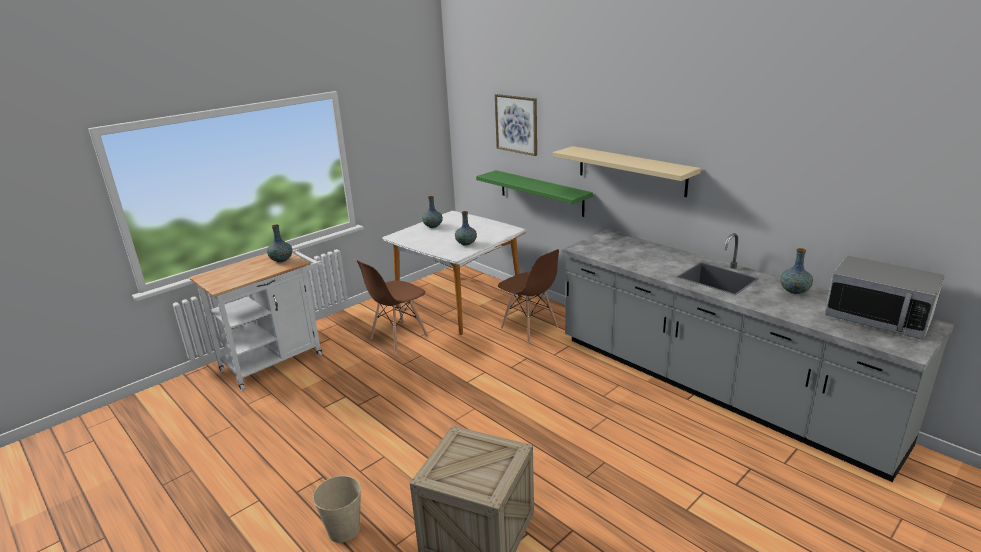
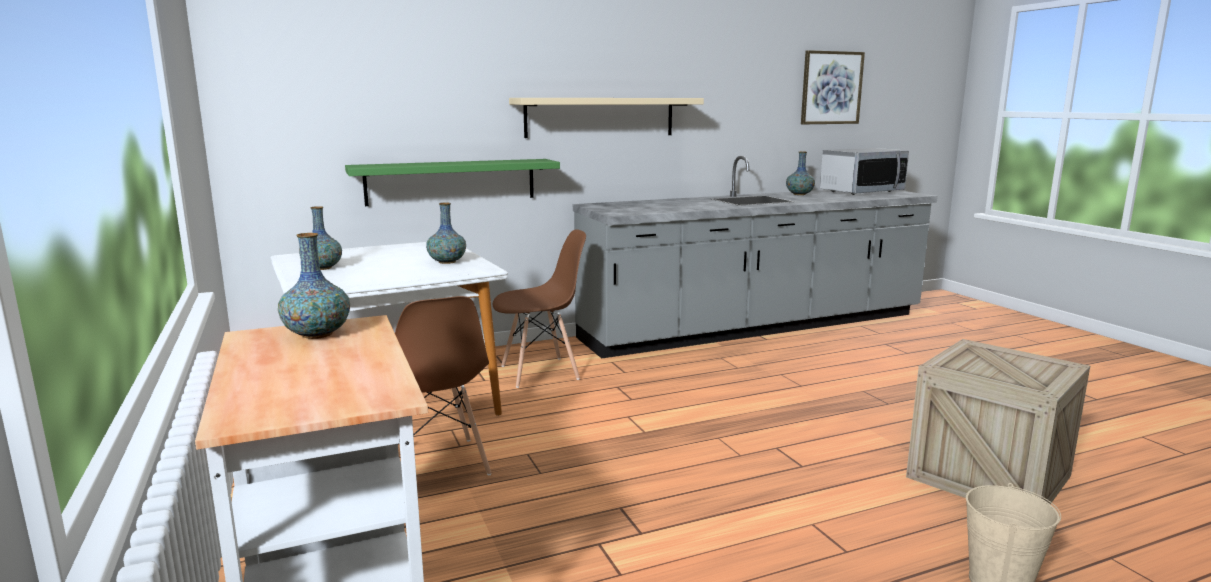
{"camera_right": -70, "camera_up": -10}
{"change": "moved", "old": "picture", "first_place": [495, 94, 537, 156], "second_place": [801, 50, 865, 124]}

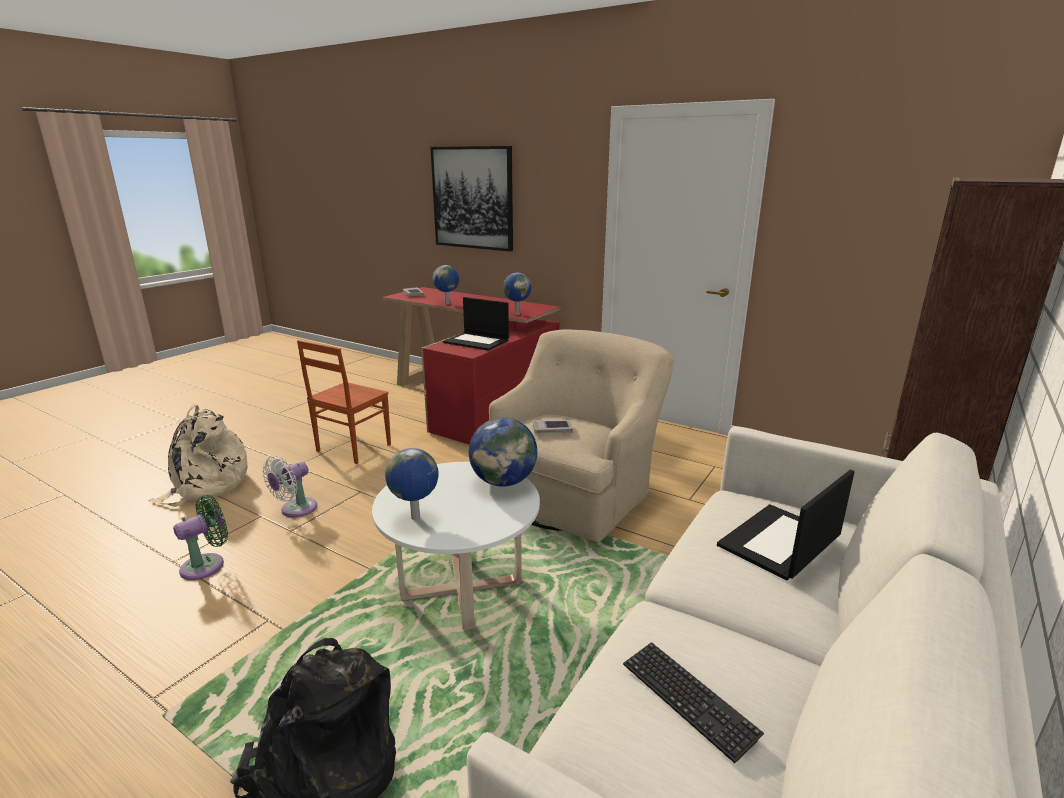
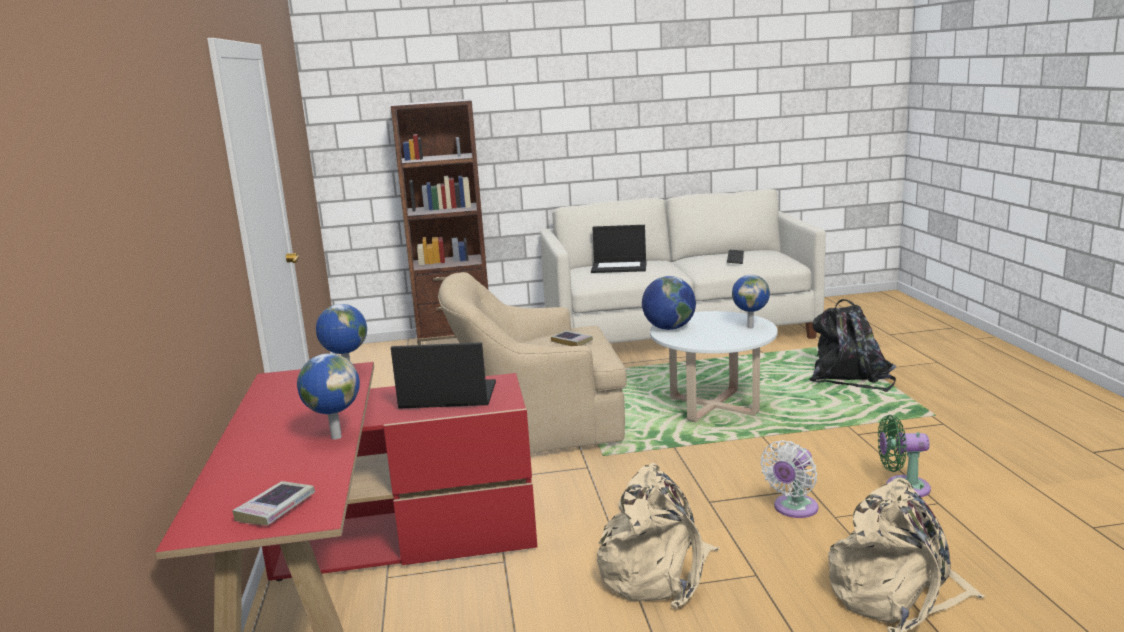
{"camera_right": -130, "camera_up": -5}
{"change": "turned", "old": "white fan", "first_place": [262, 456, 317, 517], "second_place": [760, 440, 818, 518], "degrees": 135}
{"change": "replaced", "old": "brown chair", "new": "beige backpack", "first_place": [297, 340, 391, 464], "second_place": [597, 463, 719, 609]}
{"change": "removed", "old": "picture", "first_place": [430, 146, 513, 252]}
{"change": "turned", "old": "laptop", "first_place": [443, 297, 509, 351], "second_place": [391, 342, 496, 409], "degrees": -75}

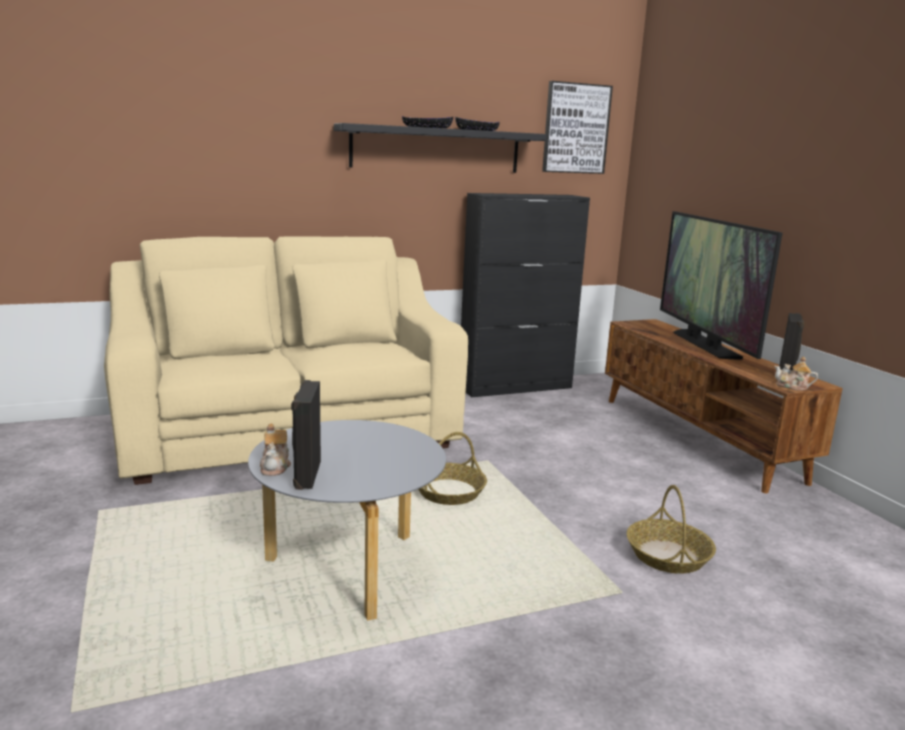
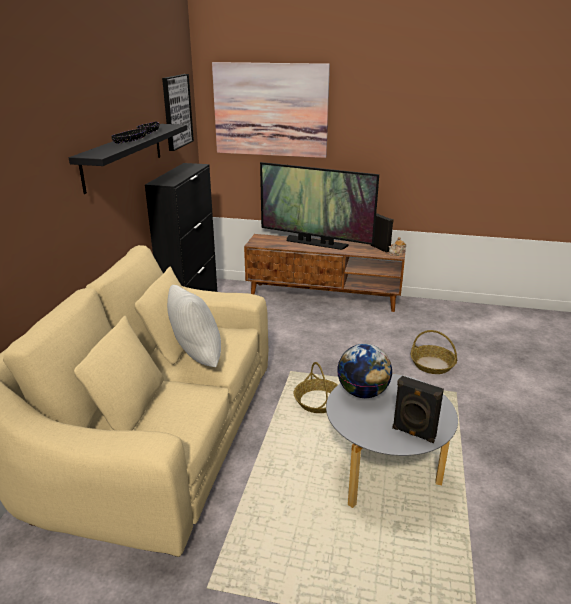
{"camera_right": -55, "camera_up": 10}
{"change": "removed", "old": "teapot", "first_place": [260, 423, 291, 476]}
{"change": "added", "new": "white pillow", "second_place": [167, 285, 221, 367]}
{"change": "added", "new": "picture", "second_place": [212, 62, 330, 158]}
{"change": "added", "new": "globe", "second_place": [337, 344, 392, 398]}

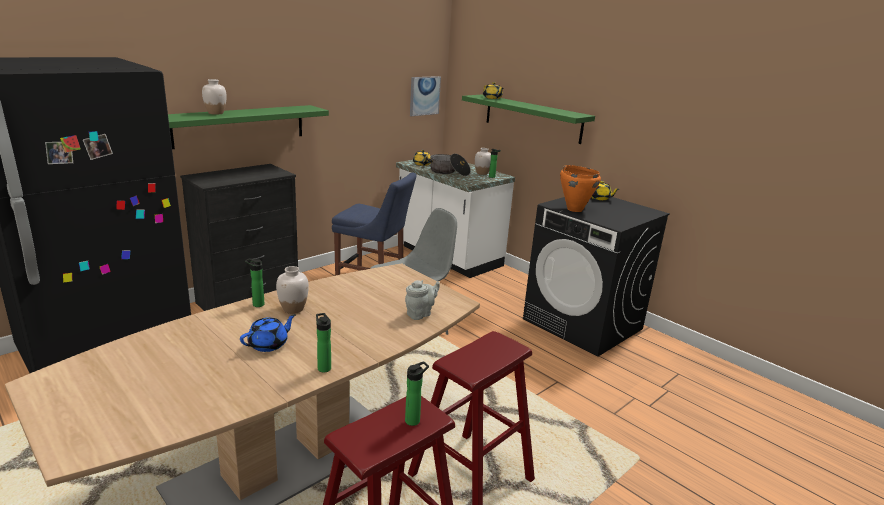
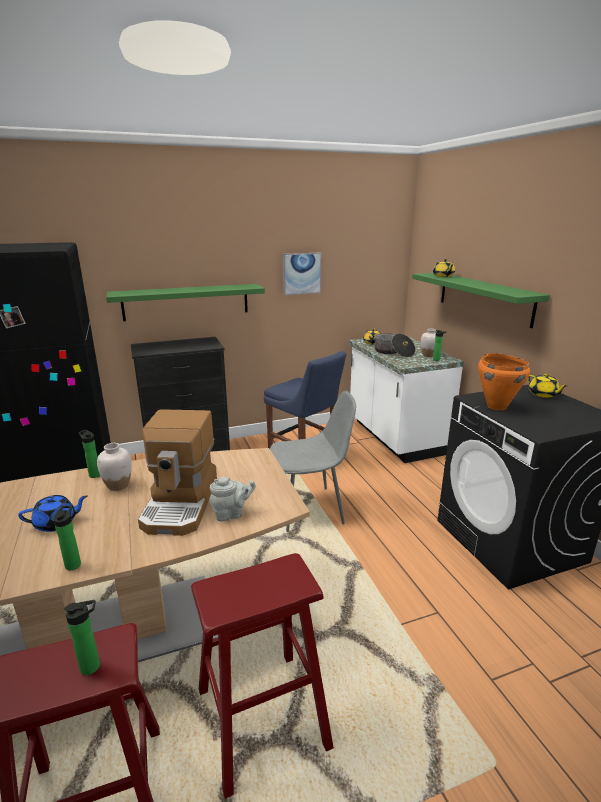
{"camera_right": 25, "camera_up": 0}
{"change": "removed", "old": "white vase", "first_place": [202, 79, 227, 115]}
{"change": "moved", "old": "picture", "first_place": [410, 76, 441, 116], "second_place": [283, 253, 322, 295]}
{"change": "added", "new": "coffee machine", "second_place": [138, 409, 217, 536]}

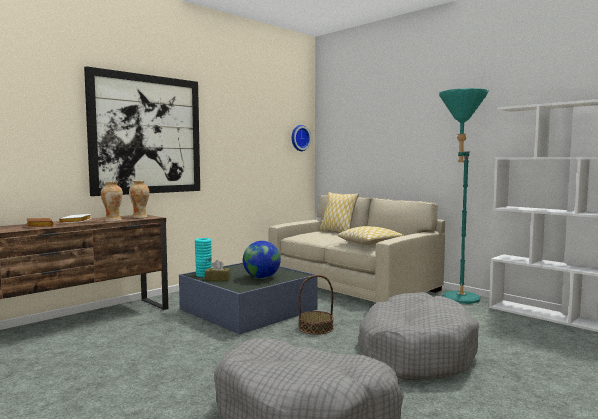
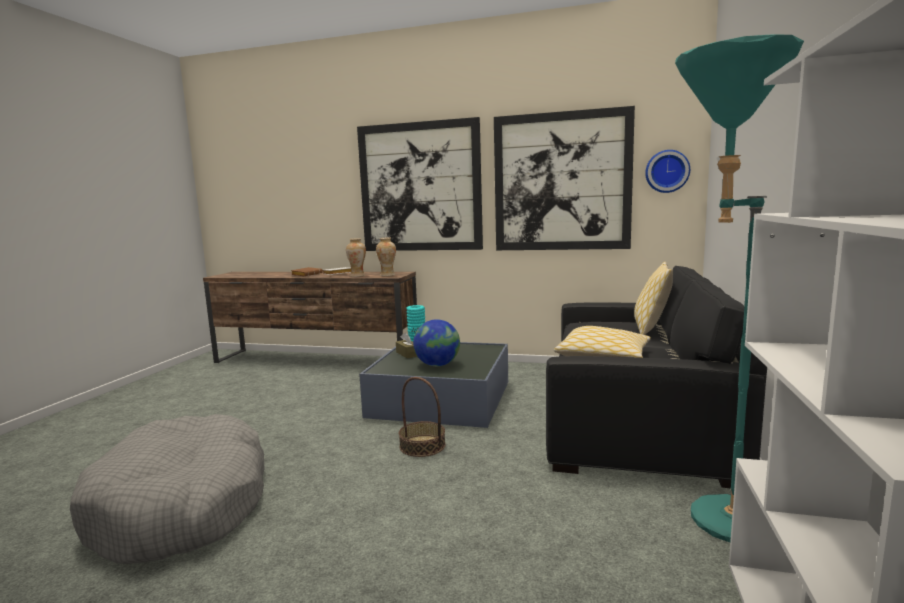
{"camera_right": 60, "camera_up": 5}
{"change": "recoloured", "old": "beige sofa", "new": "black sofa", "first_place": [269, 195, 445, 303], "second_place": [546, 266, 767, 488]}
{"change": "removed", "old": "grey dog bed", "first_place": [358, 293, 479, 380]}
{"change": "added", "new": "picture", "second_place": [494, 106, 635, 250]}

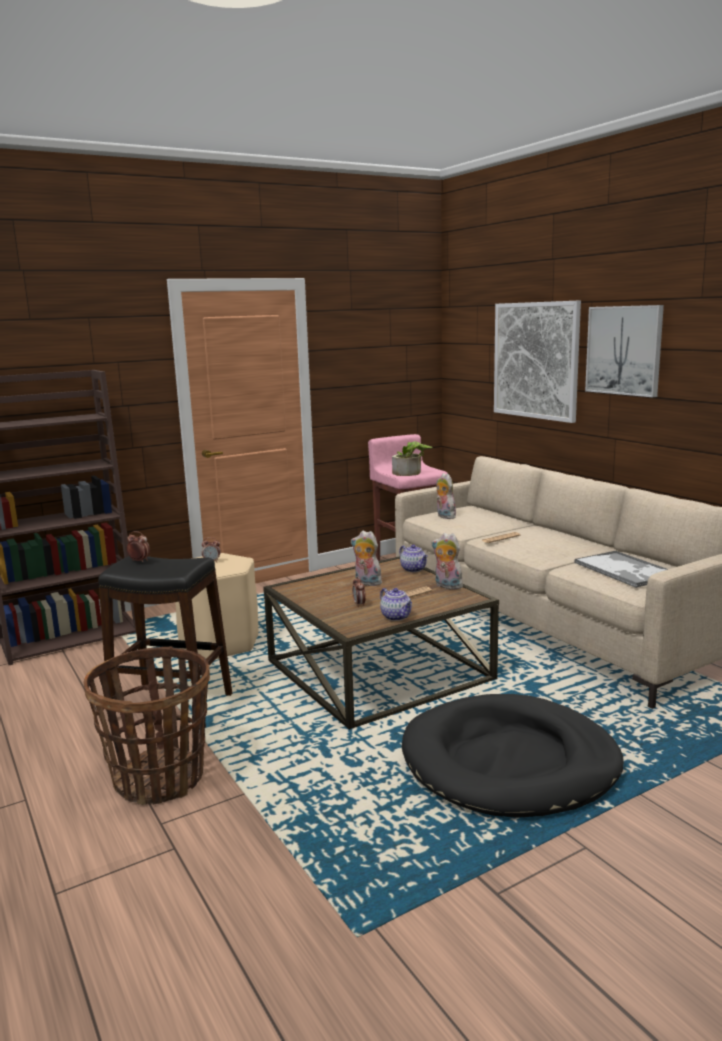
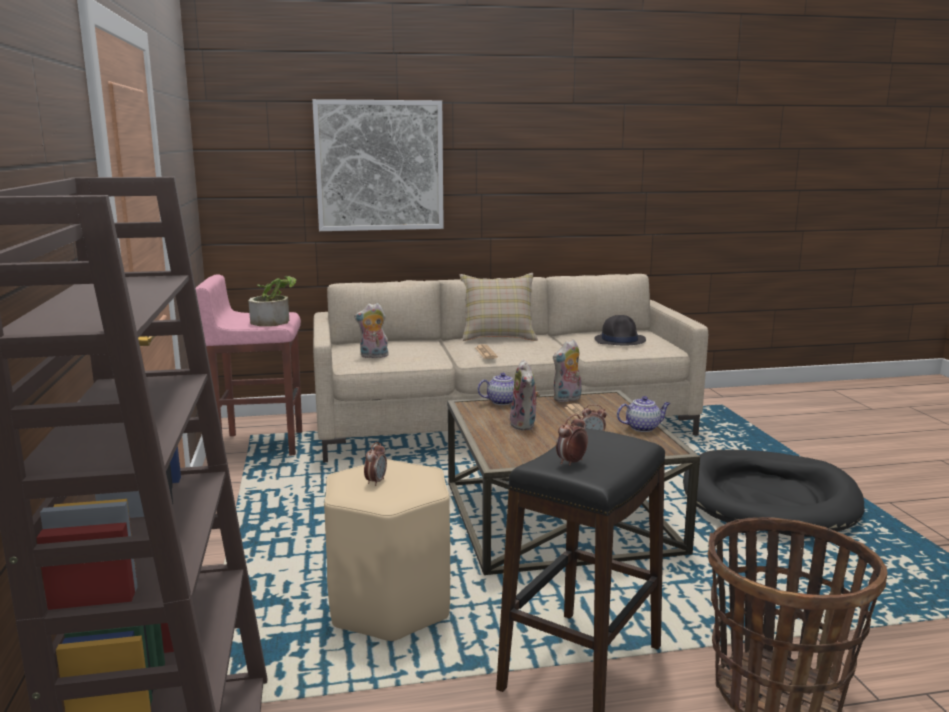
{"camera_right": -70, "camera_up": 0}
{"change": "turned", "old": "plush toy", "first_place": [351, 531, 382, 586], "second_place": [510, 360, 540, 430], "degrees": -60}
{"change": "replaced", "old": "tray", "new": "black hat", "first_place": [574, 550, 668, 588], "second_place": [594, 315, 646, 345]}
{"change": "removed", "old": "picture", "first_place": [585, 305, 664, 397]}
{"change": "added", "new": "beige pillow", "second_place": [460, 273, 538, 341]}

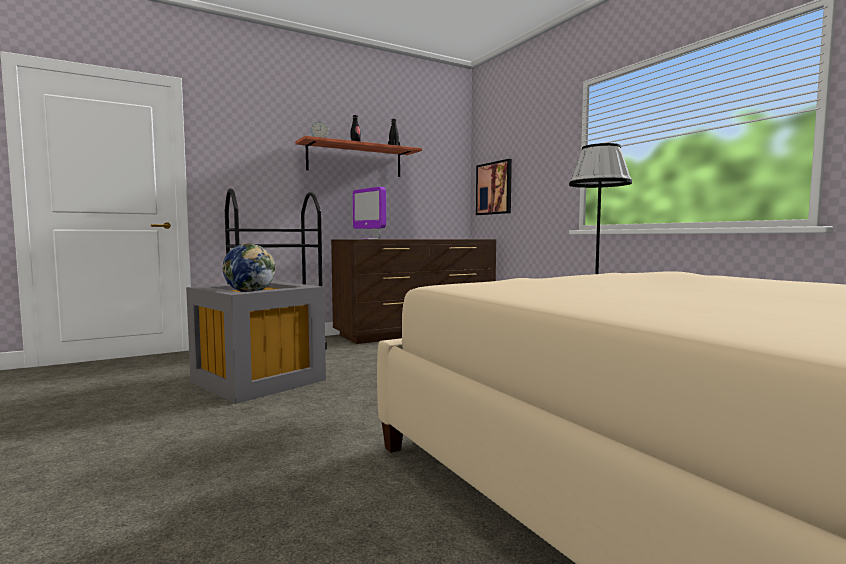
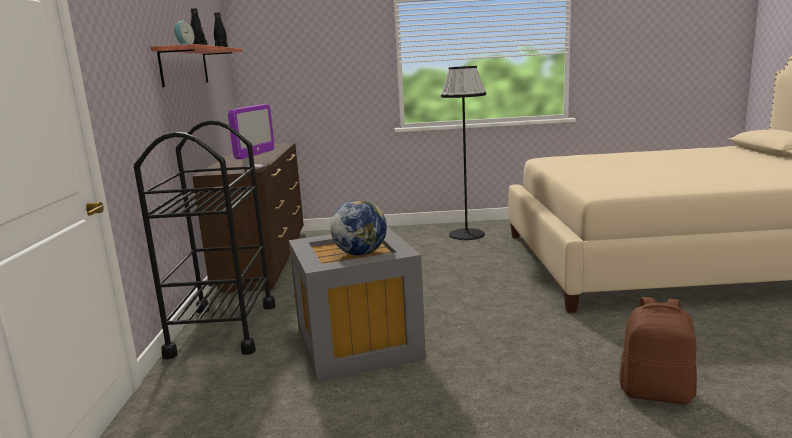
{"camera_right": -60, "camera_up": 10}
{"change": "turned", "old": "monitor", "first_place": [352, 187, 386, 239], "second_place": [228, 104, 274, 169], "degrees": -60}
{"change": "removed", "old": "picture", "first_place": [476, 159, 512, 215]}
{"change": "added", "new": "brown backpack", "second_place": [619, 297, 697, 404]}

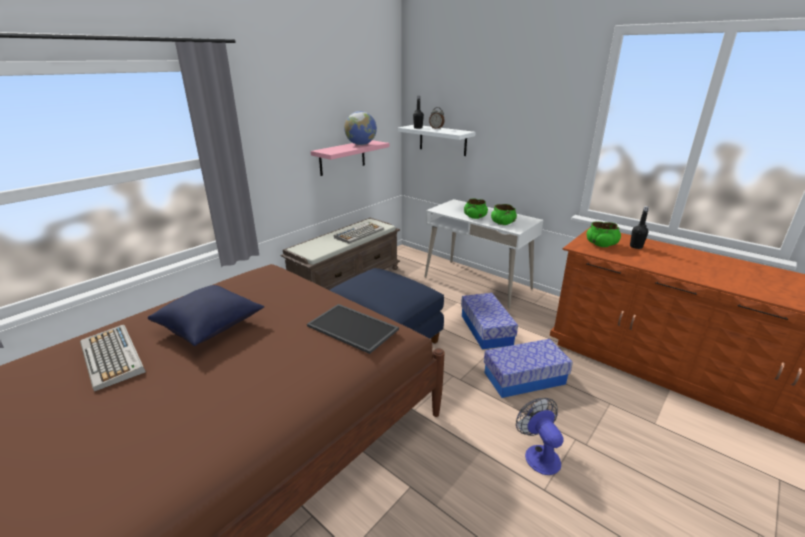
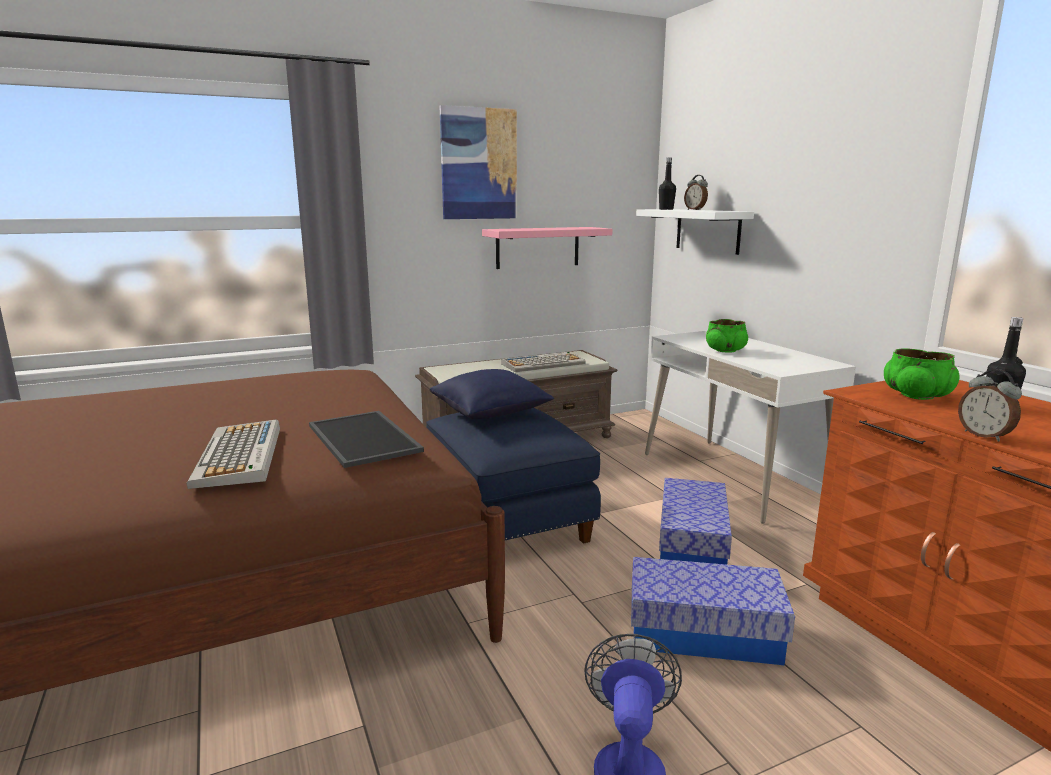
{"camera_right": 25, "camera_up": -10}
{"change": "moved", "old": "keyboard", "first_place": [80, 325, 146, 392], "second_place": [186, 419, 280, 489]}
{"change": "moved", "old": "blue pillow", "first_place": [148, 285, 264, 346], "second_place": [430, 369, 554, 419]}
{"change": "removed", "old": "globe", "first_place": [344, 111, 377, 145]}
{"change": "removed", "old": "green bowl", "first_place": [491, 204, 517, 225]}
{"change": "added", "new": "picture", "second_place": [440, 105, 517, 219]}
{"change": "added", "new": "alarm clock", "second_place": [958, 369, 1022, 442]}

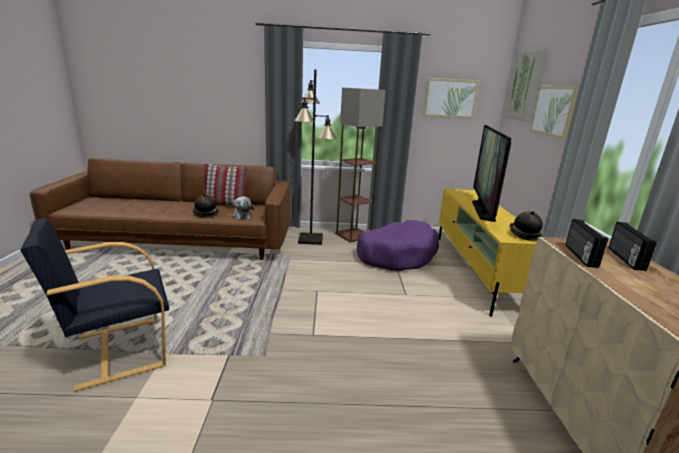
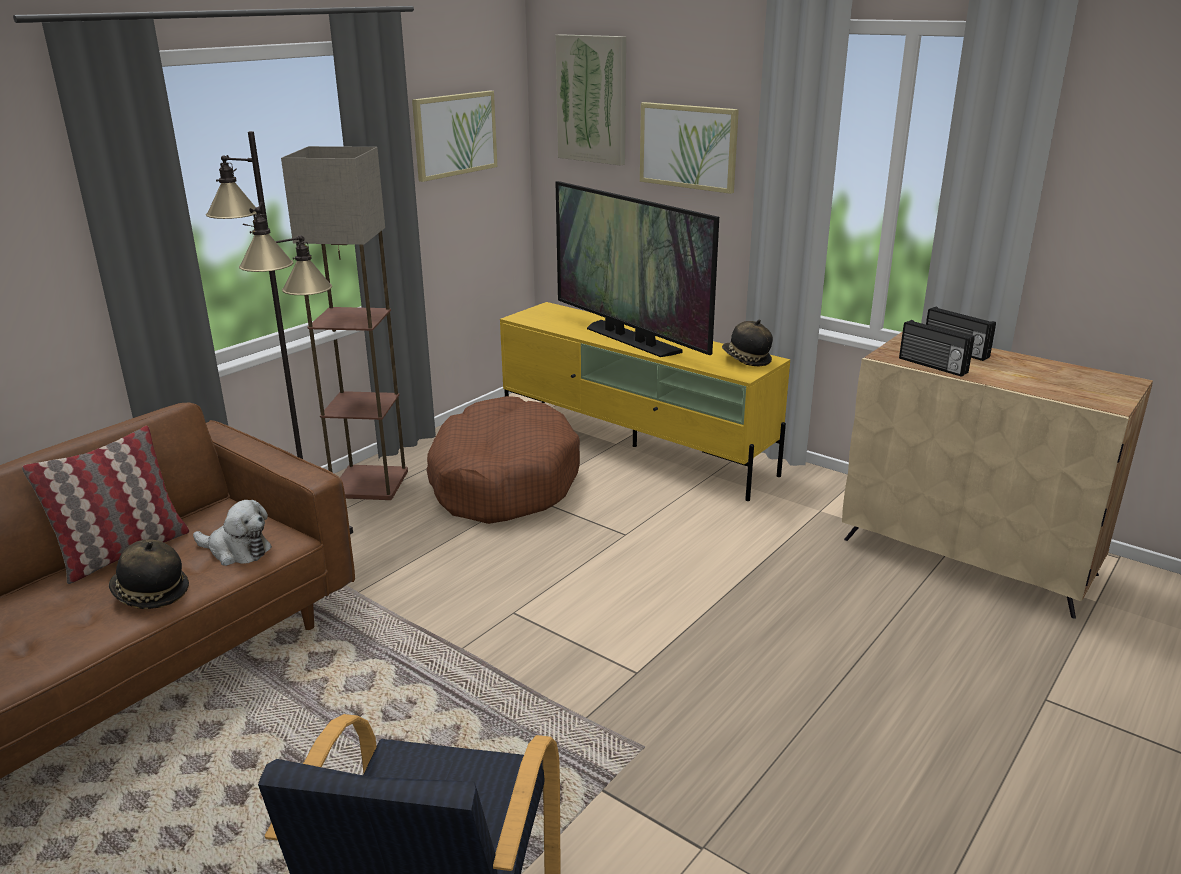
{"camera_right": -50, "camera_up": 5}
{"change": "recoloured", "old": "purple dog bed", "new": "brown dog bed", "first_place": [357, 220, 439, 271], "second_place": [426, 396, 580, 524]}

